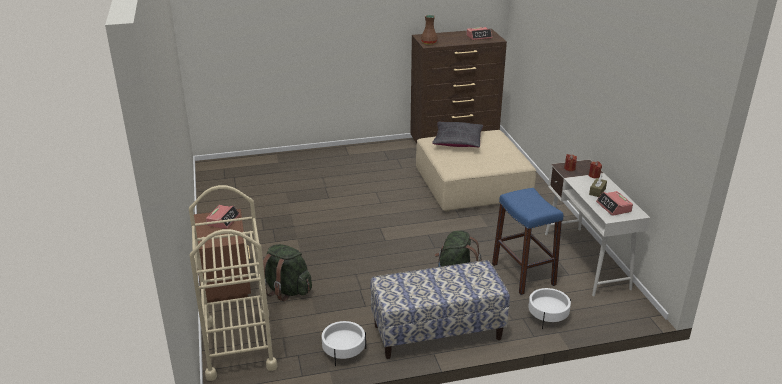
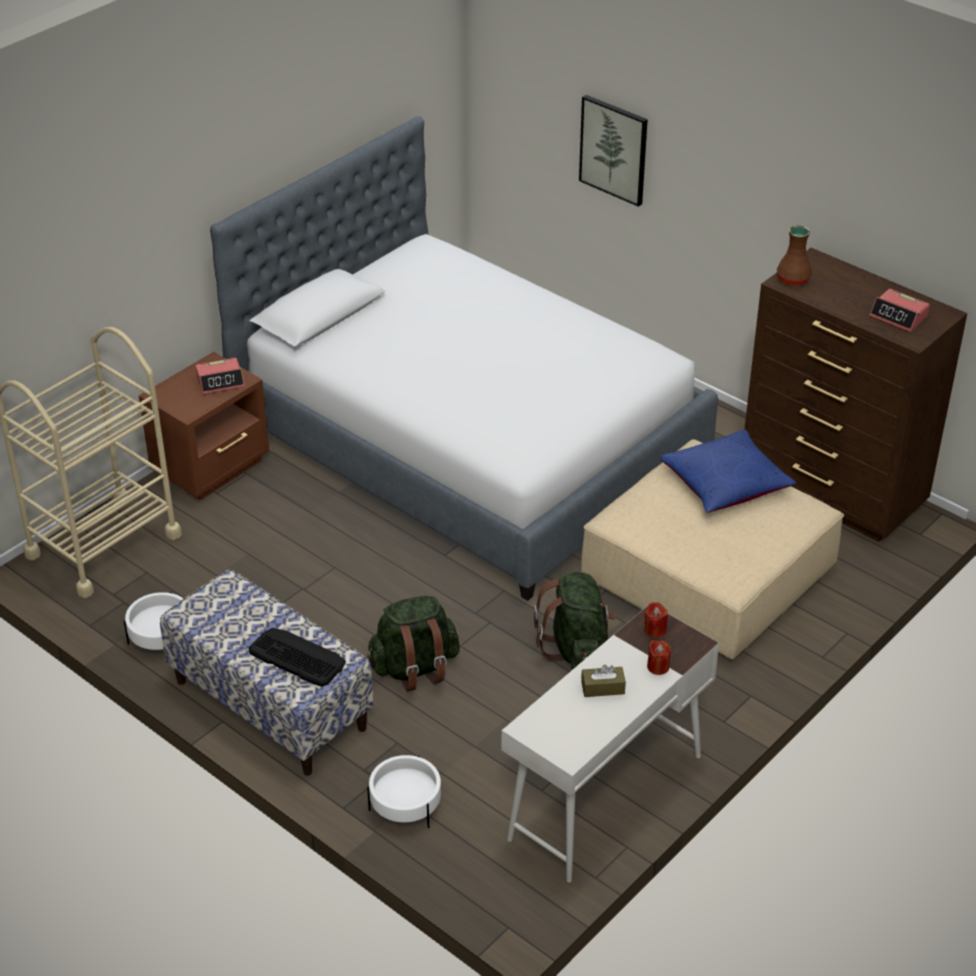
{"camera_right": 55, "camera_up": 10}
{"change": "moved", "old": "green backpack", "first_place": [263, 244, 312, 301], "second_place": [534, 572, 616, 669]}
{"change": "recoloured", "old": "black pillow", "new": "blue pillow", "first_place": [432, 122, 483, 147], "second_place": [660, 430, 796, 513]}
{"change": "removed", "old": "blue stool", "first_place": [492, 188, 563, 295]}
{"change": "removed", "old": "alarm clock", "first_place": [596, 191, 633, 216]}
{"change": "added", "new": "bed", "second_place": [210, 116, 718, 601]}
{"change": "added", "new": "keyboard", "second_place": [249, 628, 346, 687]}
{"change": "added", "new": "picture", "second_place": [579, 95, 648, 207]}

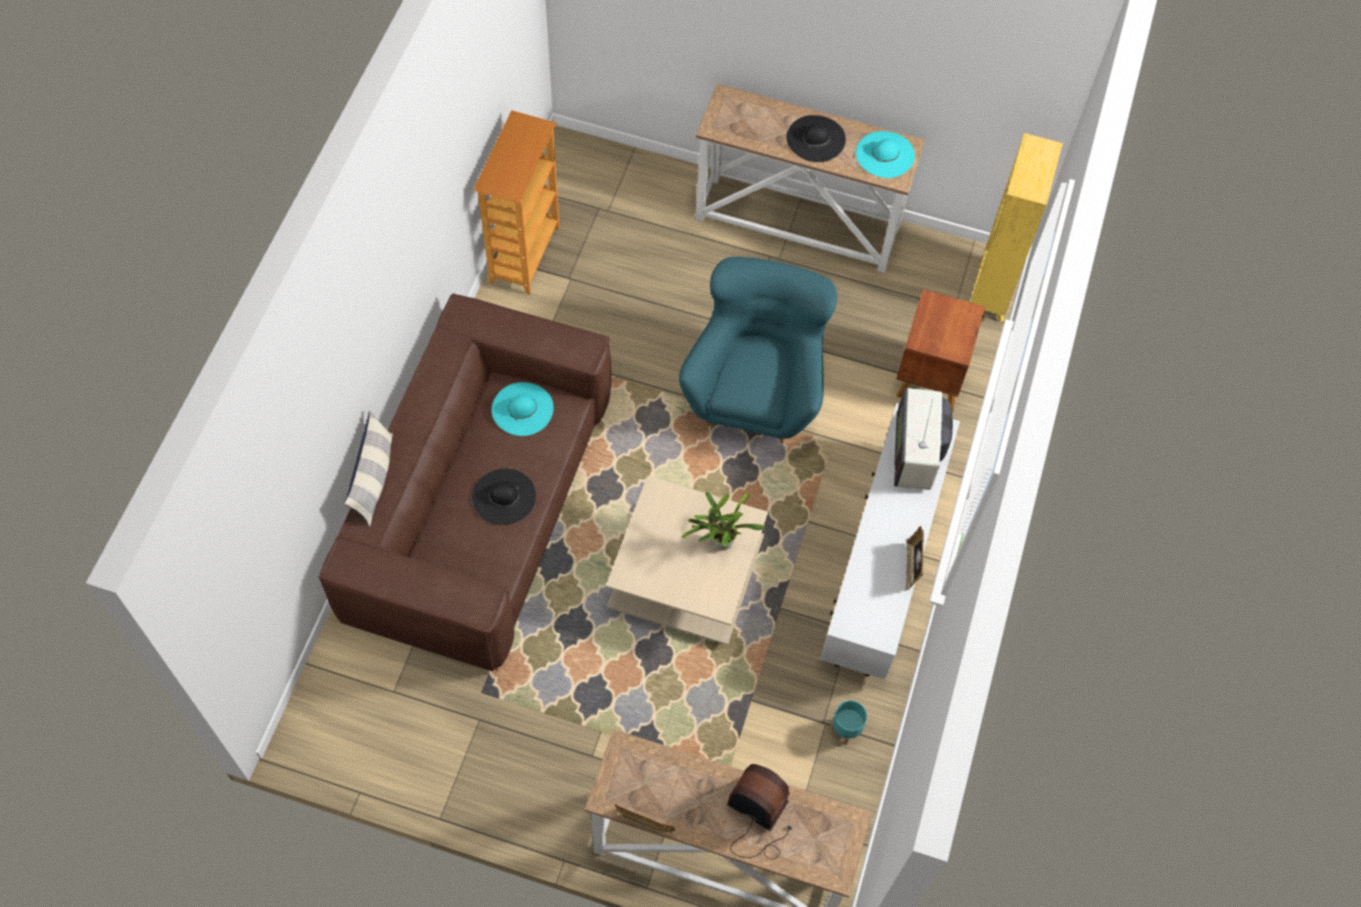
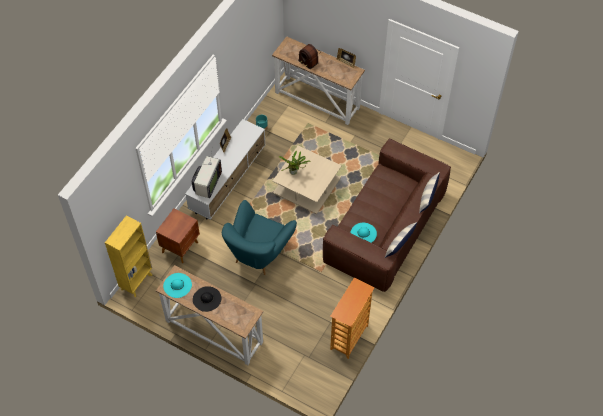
{"camera_right": -165, "camera_up": -5}
{"change": "removed", "old": "black hat", "first_place": [472, 468, 536, 525]}
{"change": "added", "new": "pillow", "second_place": [385, 222, 417, 258]}

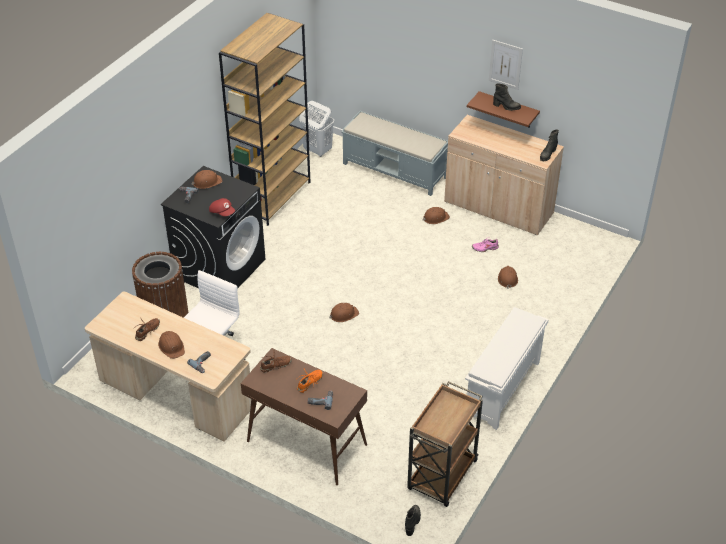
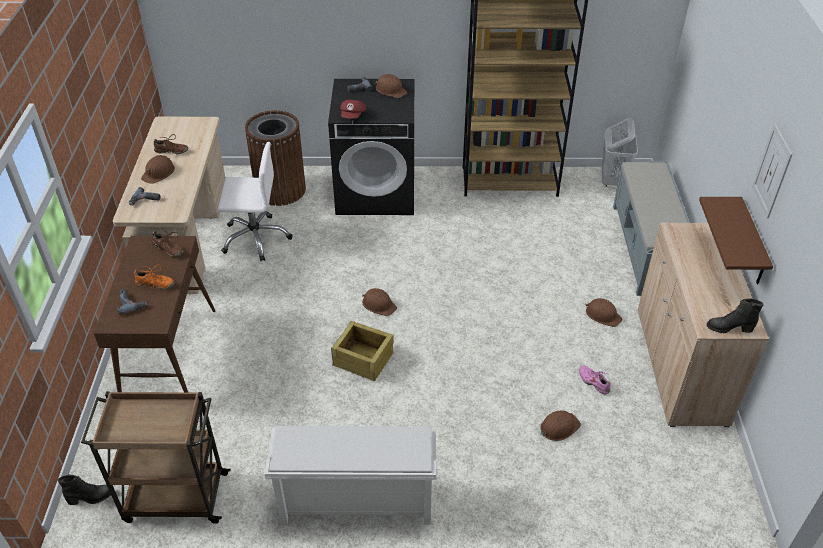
{"camera_right": 60, "camera_up": 0}
{"change": "removed", "old": "black boot", "first_place": [493, 84, 521, 111]}
{"change": "added", "new": "crate", "second_place": [331, 321, 394, 381]}

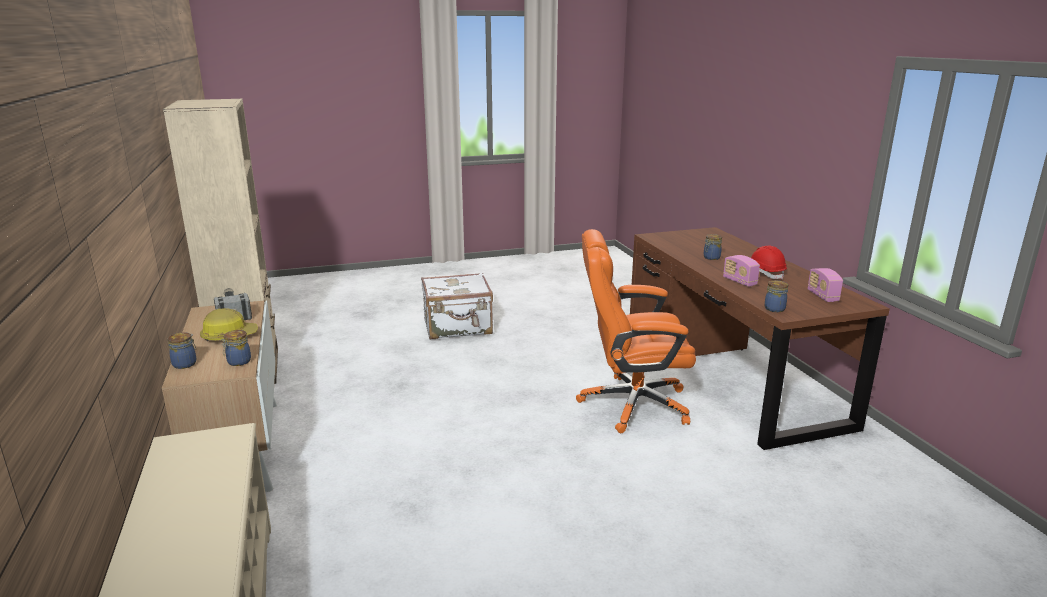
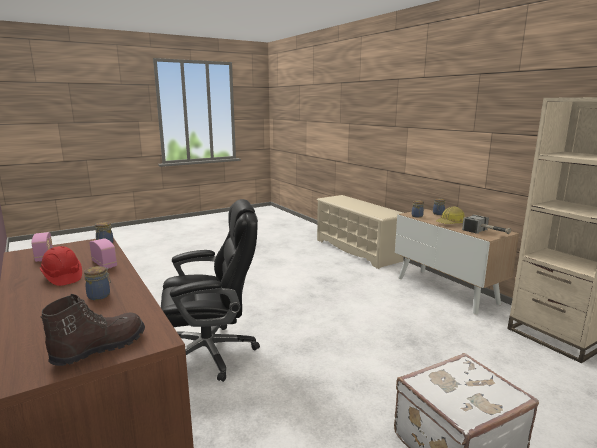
{"camera_right": 165, "camera_up": -5}
{"change": "recoloured", "old": "orange office chair", "new": "black office chair", "first_place": [576, 229, 696, 433], "second_place": [161, 199, 260, 382]}
{"change": "added", "new": "brown boot", "second_place": [41, 294, 145, 366]}

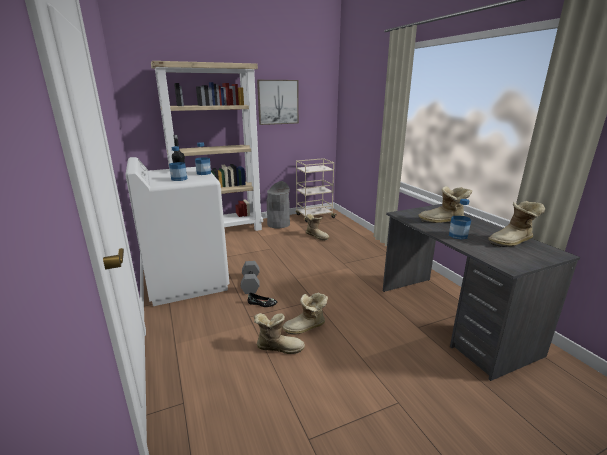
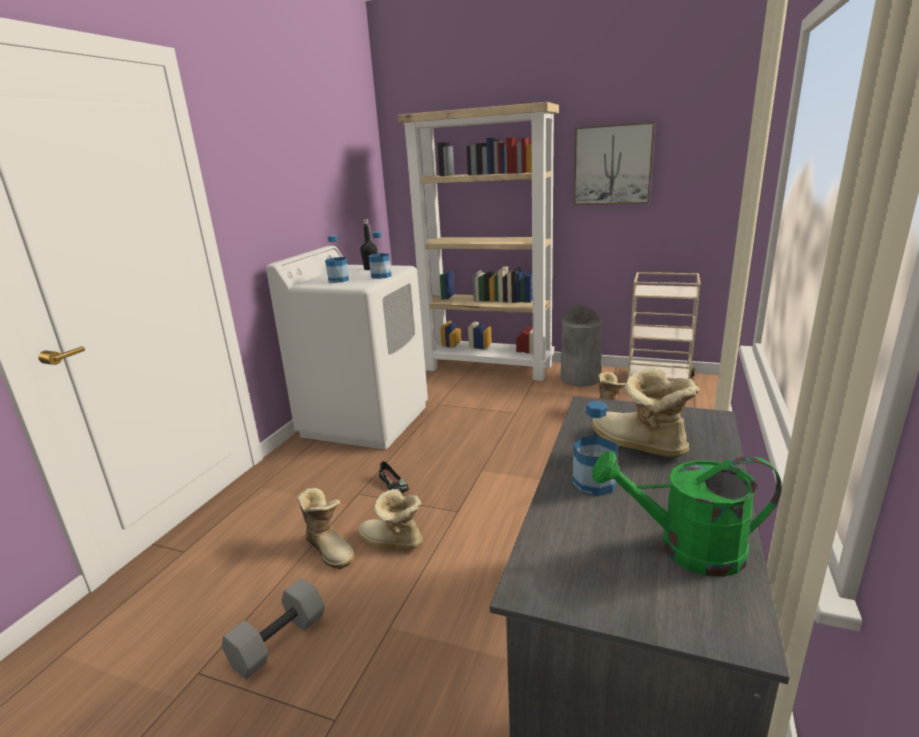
{"camera_right": 45, "camera_up": 0}
{"change": "moved", "old": "grey dumbbell", "first_place": [240, 261, 259, 294], "second_place": [222, 578, 325, 680]}
{"change": "replaced", "old": "boot", "new": "green watering can", "first_place": [488, 201, 545, 247], "second_place": [592, 451, 782, 577]}

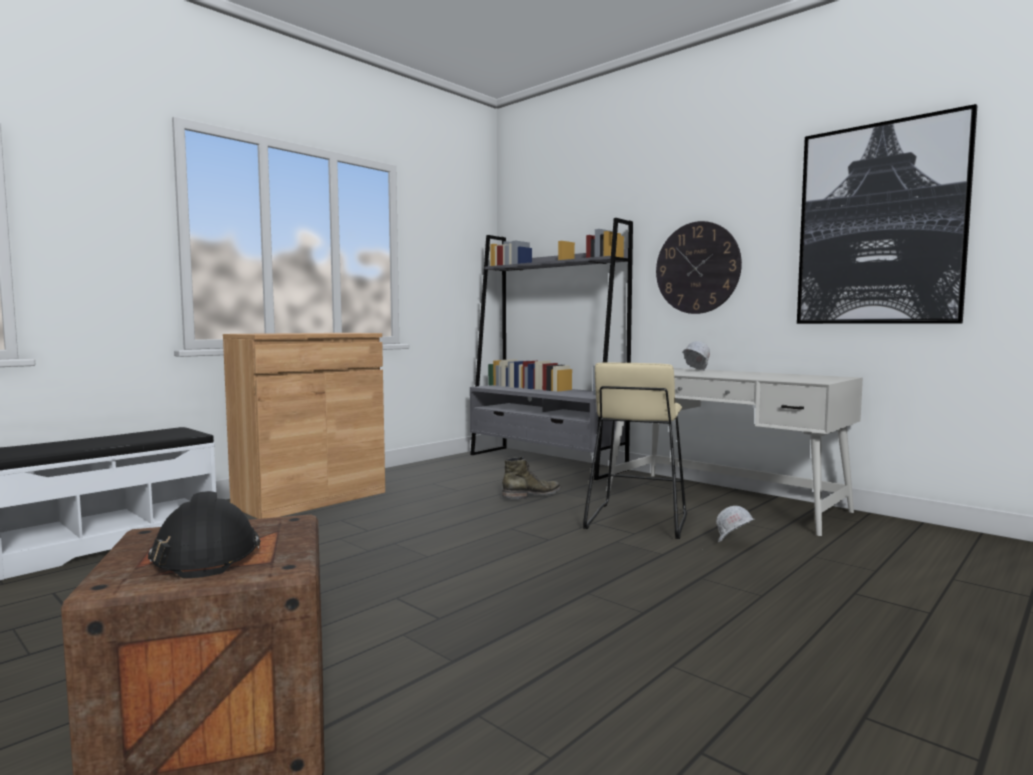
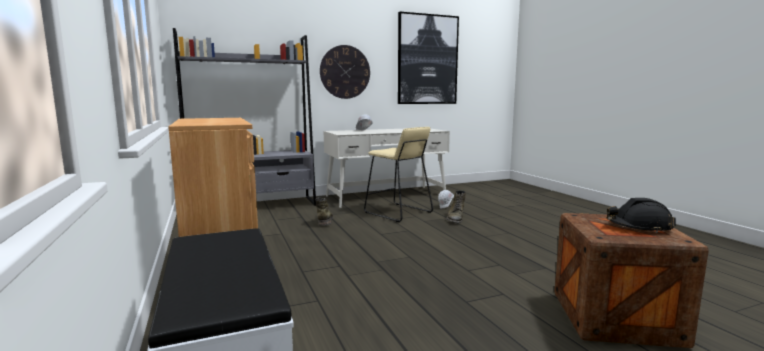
{"camera_right": -65, "camera_up": 5}
{"change": "added", "new": "green boot", "second_place": [447, 190, 466, 223]}

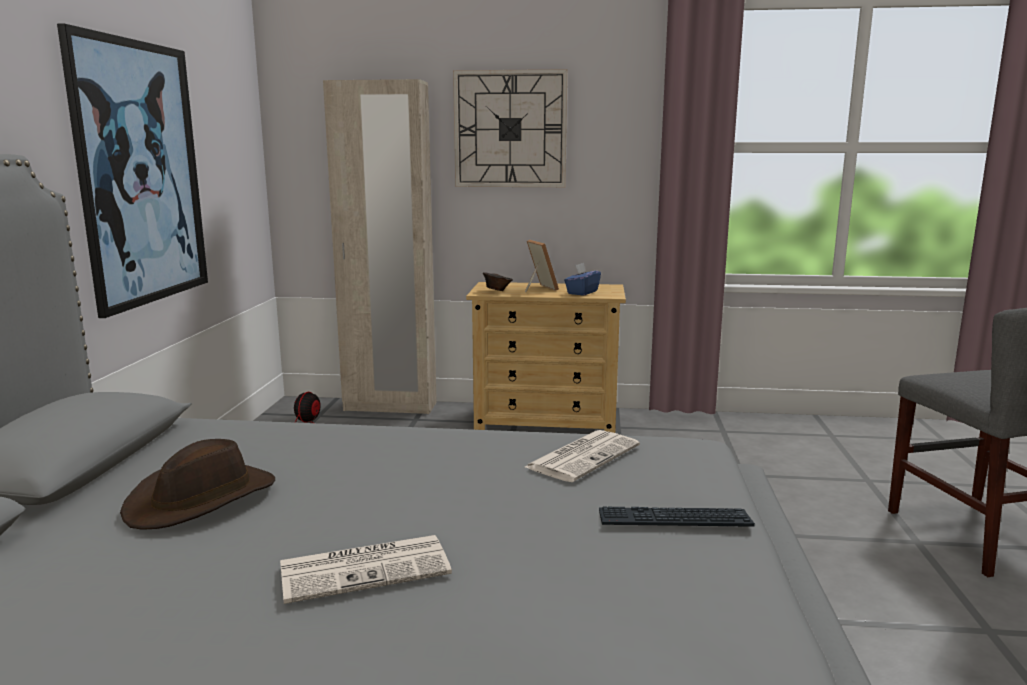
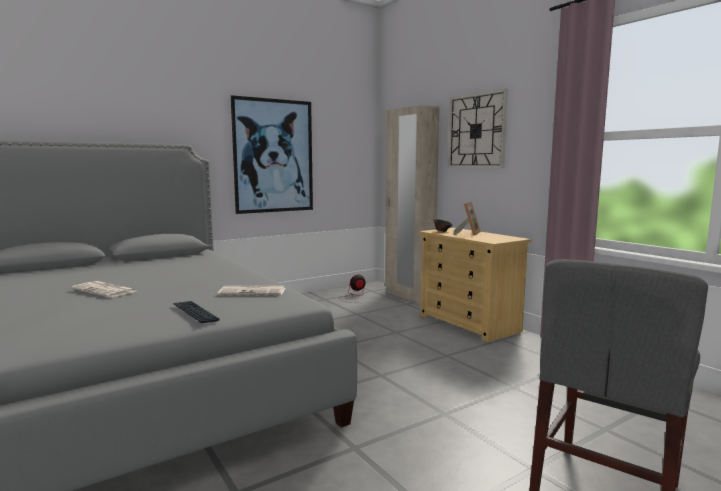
{"camera_right": 50, "camera_up": -5}
{"change": "removed", "old": "brown hat", "first_place": [120, 439, 275, 530]}
{"change": "removed", "old": "blue tissue box", "first_place": [564, 263, 601, 296]}

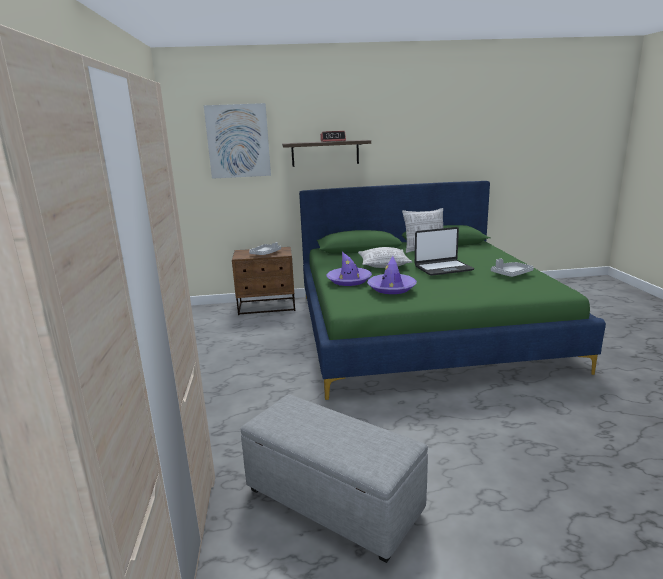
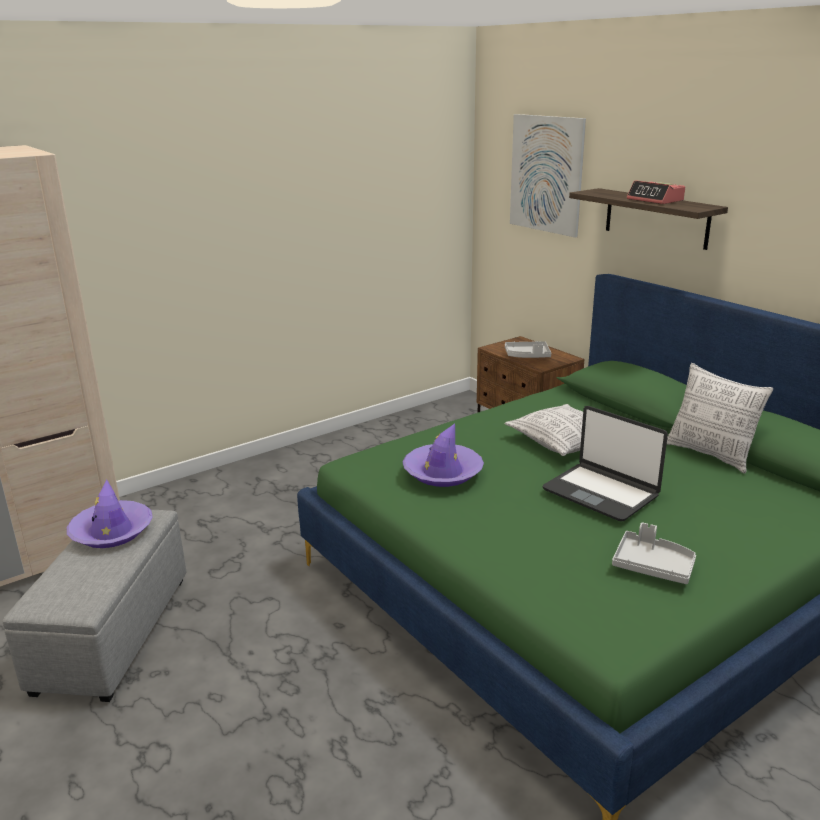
{"camera_right": 60, "camera_up": 5}
{"change": "moved", "old": "purple hat", "first_place": [326, 252, 372, 286], "second_place": [67, 480, 153, 548]}

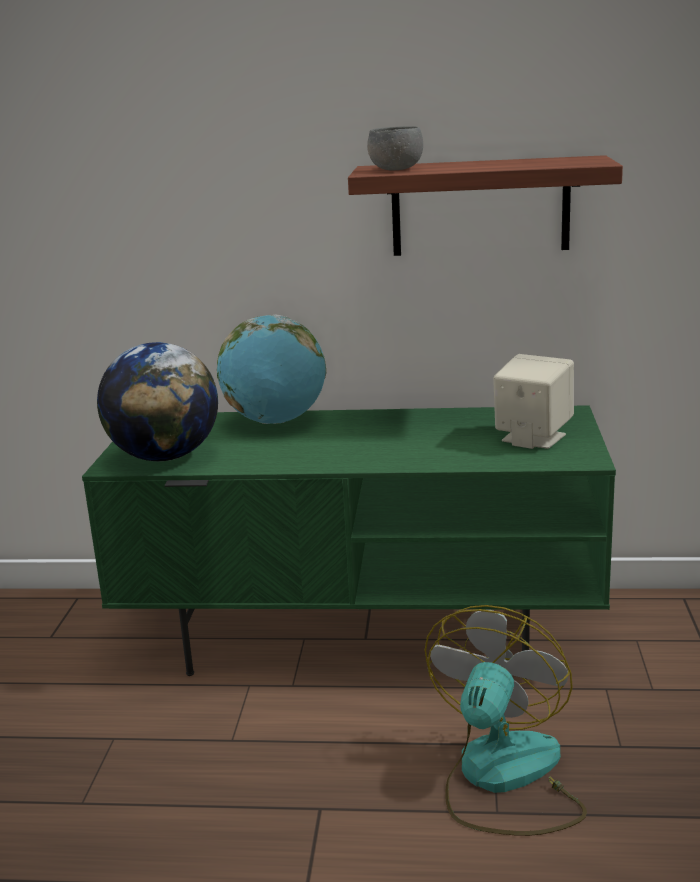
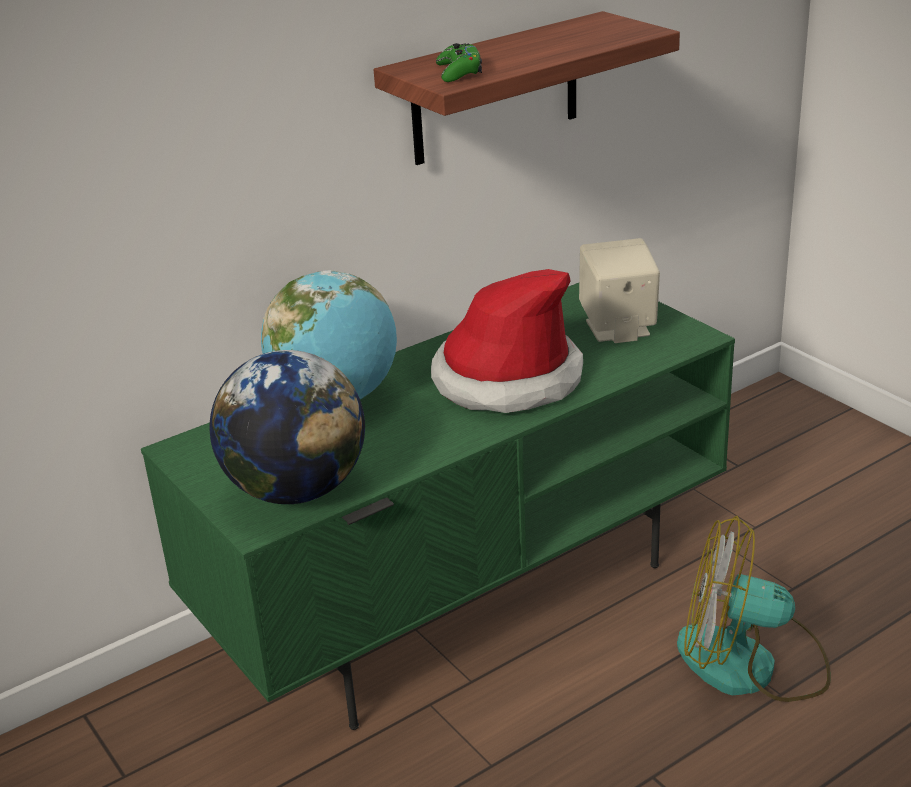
{"camera_right": -40, "camera_up": 10}
{"change": "replaced", "old": "grey bowl", "new": "green game controller", "first_place": [367, 126, 423, 171], "second_place": [436, 43, 482, 82]}
{"change": "turned", "old": "fan", "first_place": [425, 605, 587, 836], "second_place": [677, 516, 831, 702], "degrees": -60}
{"change": "added", "new": "hat", "second_place": [431, 269, 583, 413]}

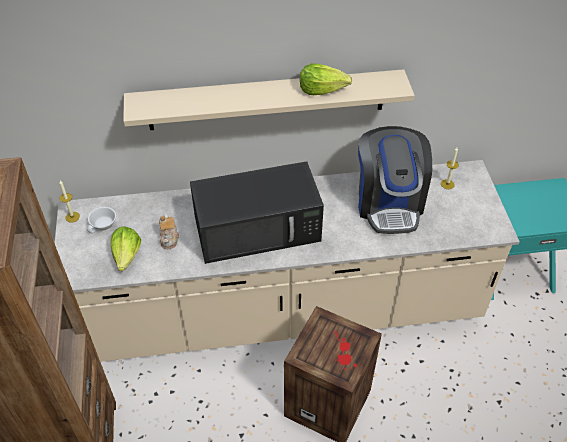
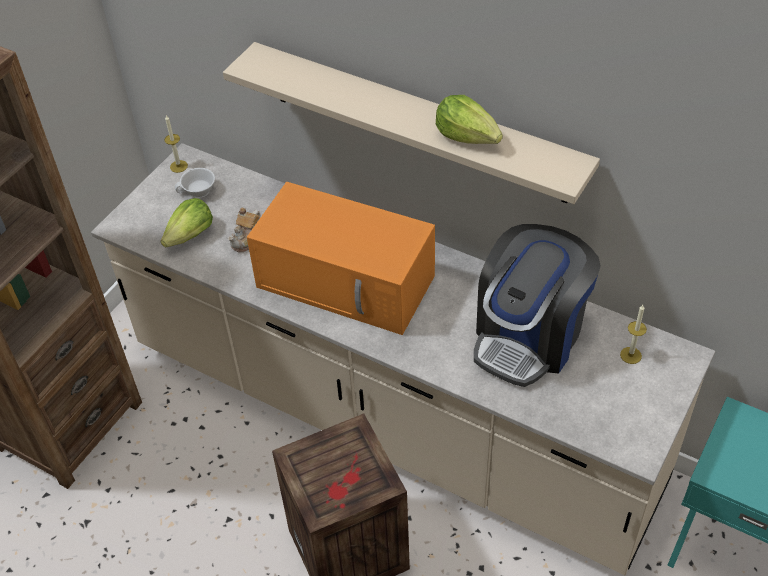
{"camera_right": 40, "camera_up": 0}
{"change": "recoloured", "old": "black microwave", "new": "orange microwave", "first_place": [190, 161, 324, 264], "second_place": [247, 182, 435, 335]}

